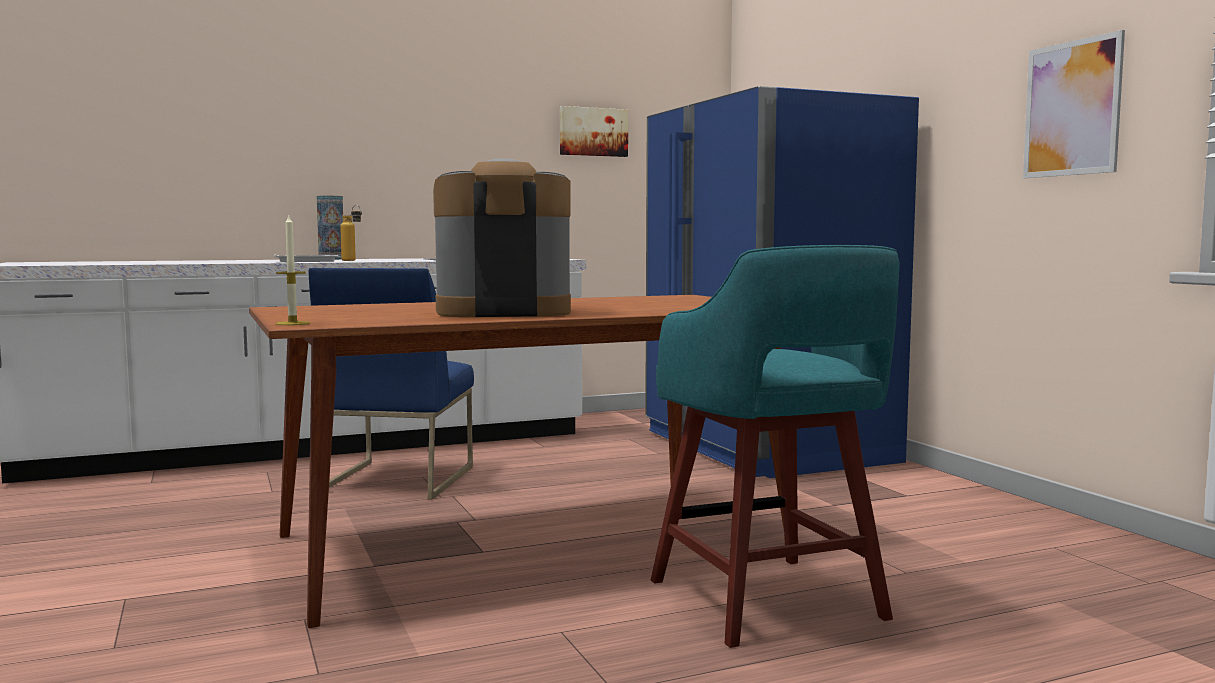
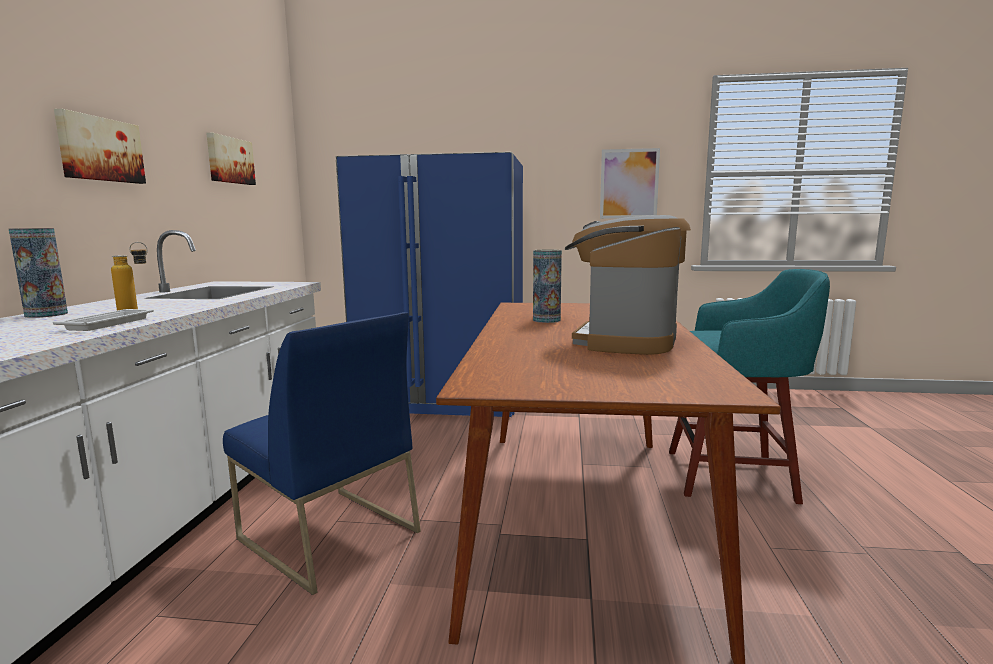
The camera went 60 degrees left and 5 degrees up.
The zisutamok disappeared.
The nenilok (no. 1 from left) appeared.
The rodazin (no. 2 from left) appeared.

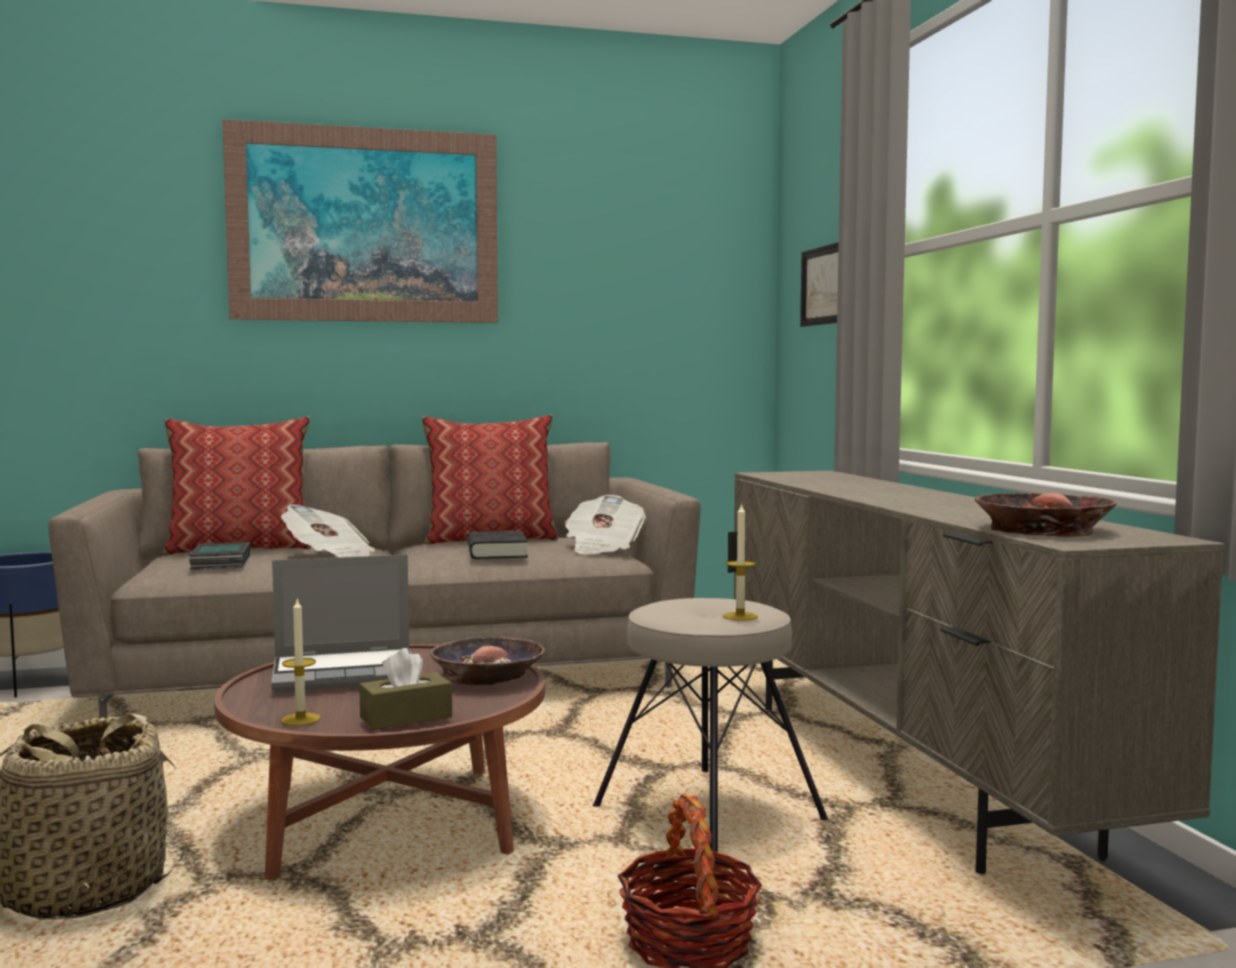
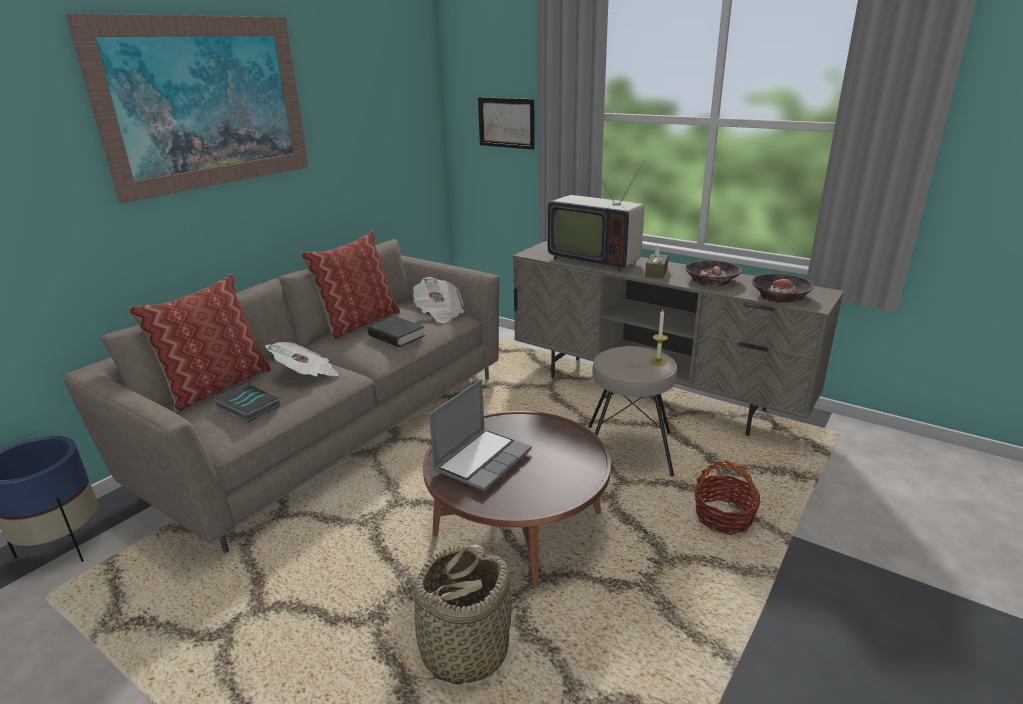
The camera went 40 degrees left and 20 degrees up.
The zisutamok (no. 1 from left) disappeared.
The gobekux appeared.
The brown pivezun moved.
The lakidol (no. 1 from left) moved.

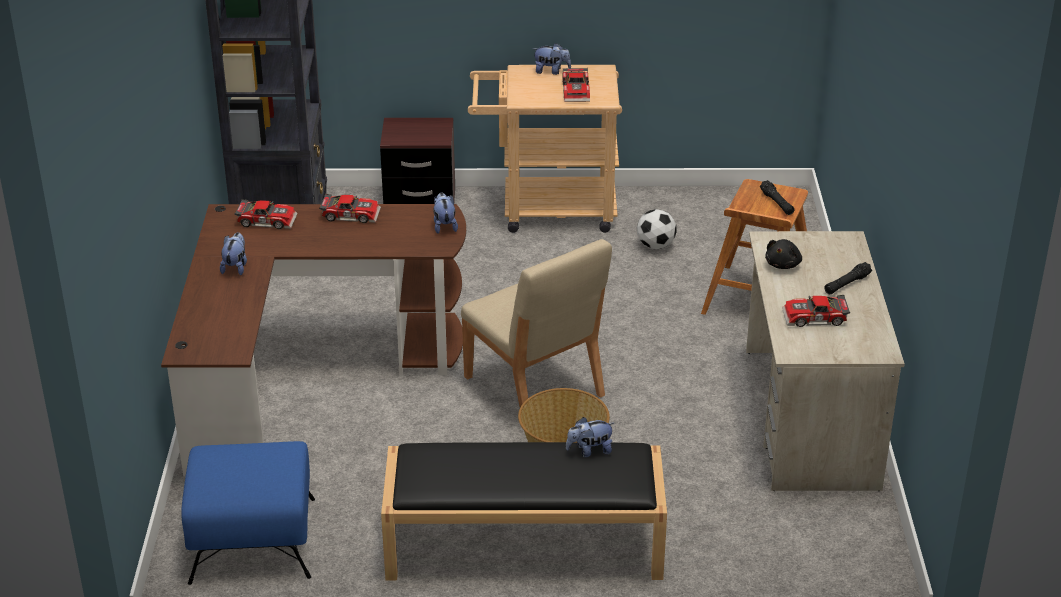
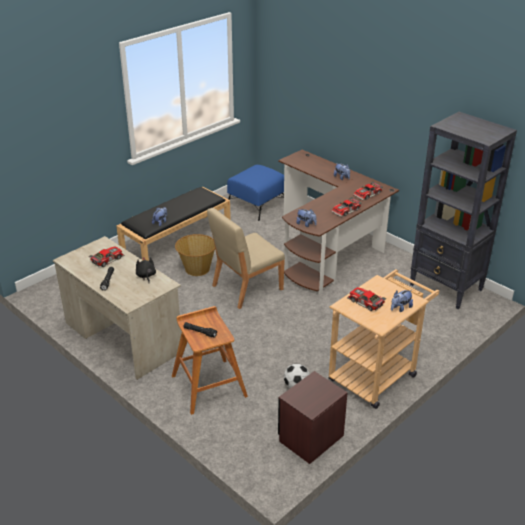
The camera went 135 degrees right and 0 degrees up.
The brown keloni moved.
The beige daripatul turned 45 degrees counterclockwise.

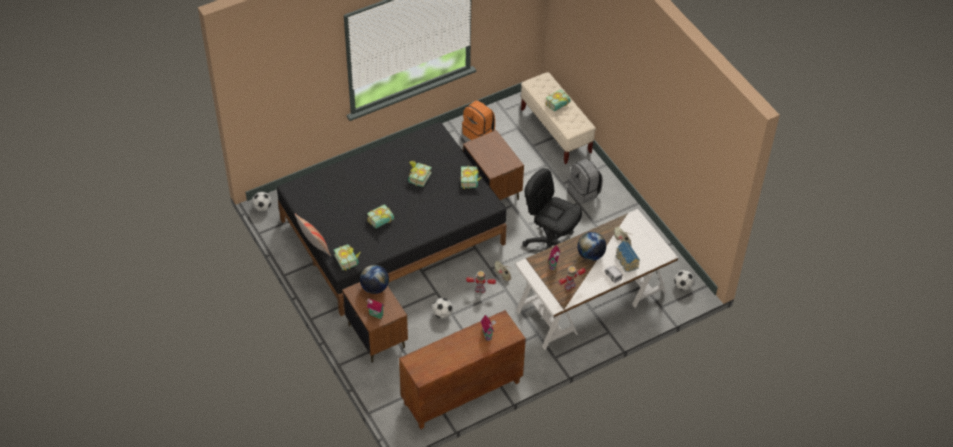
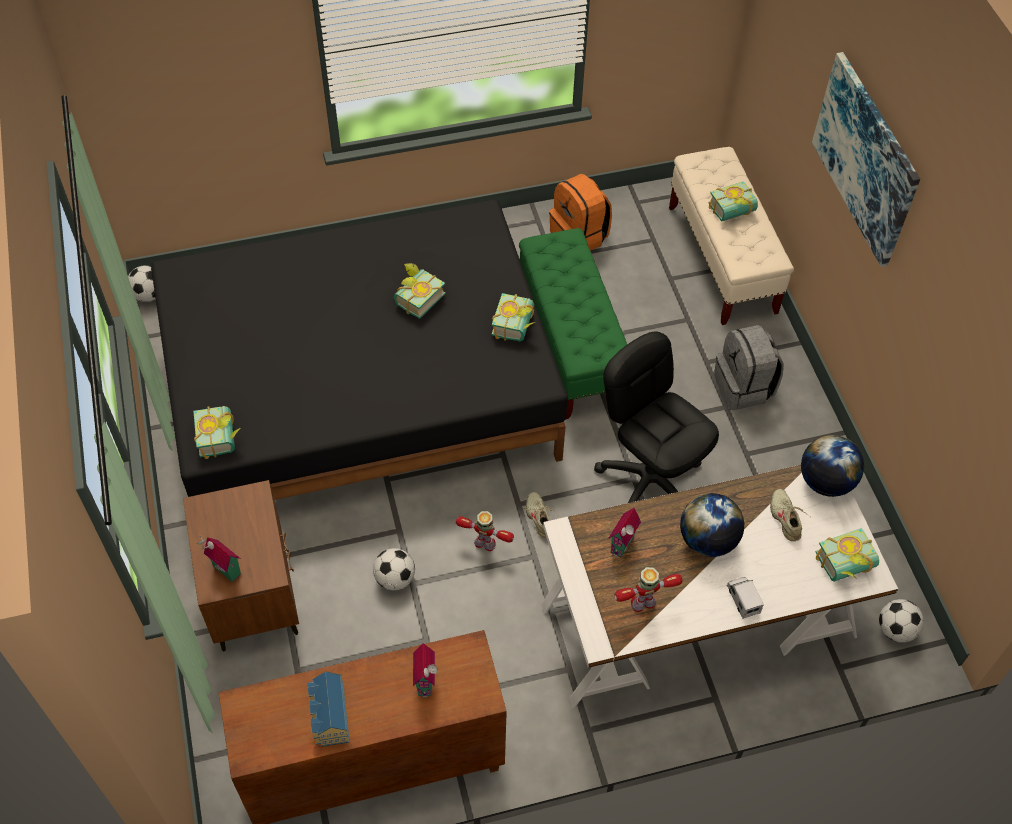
The camera went 15 degrees right and 5 degrees up.
The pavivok disappeared.
The nenilok appeared.
The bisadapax (no. 1 from left in the first image) moved.
The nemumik (no. 2 from left in the first image) moved.
The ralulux (no. 4 from left in the first image) moved.
The brown keloni (no. 2 from left) was replaced by the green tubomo.

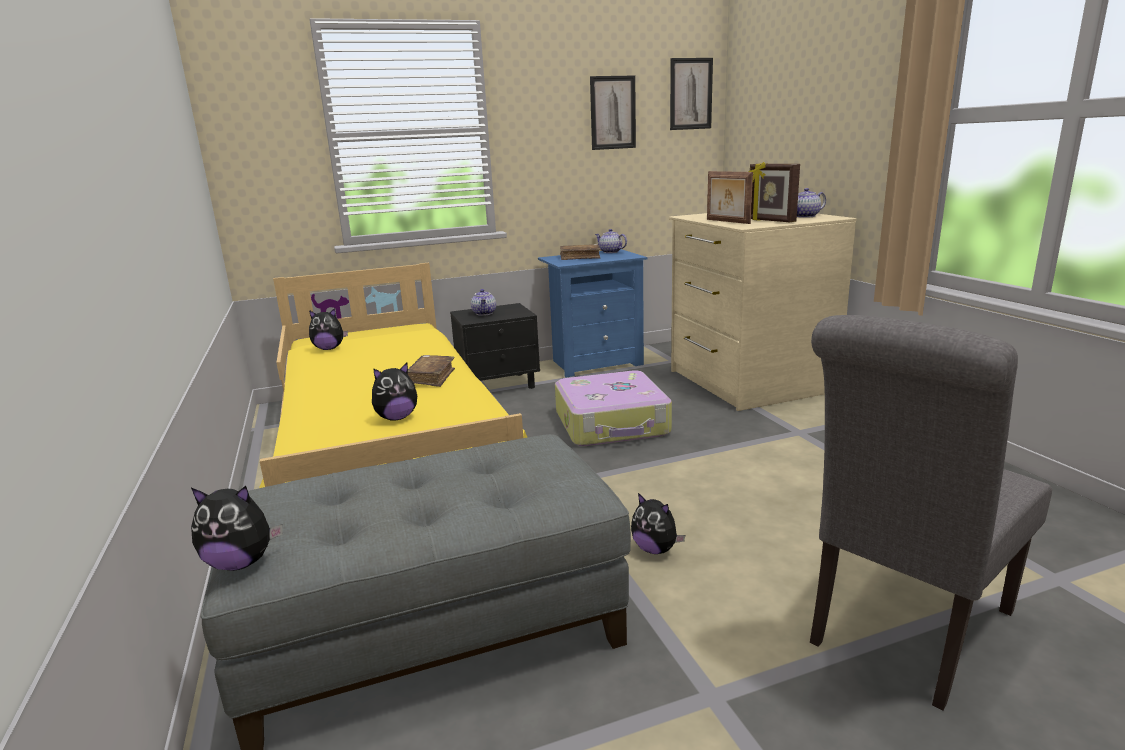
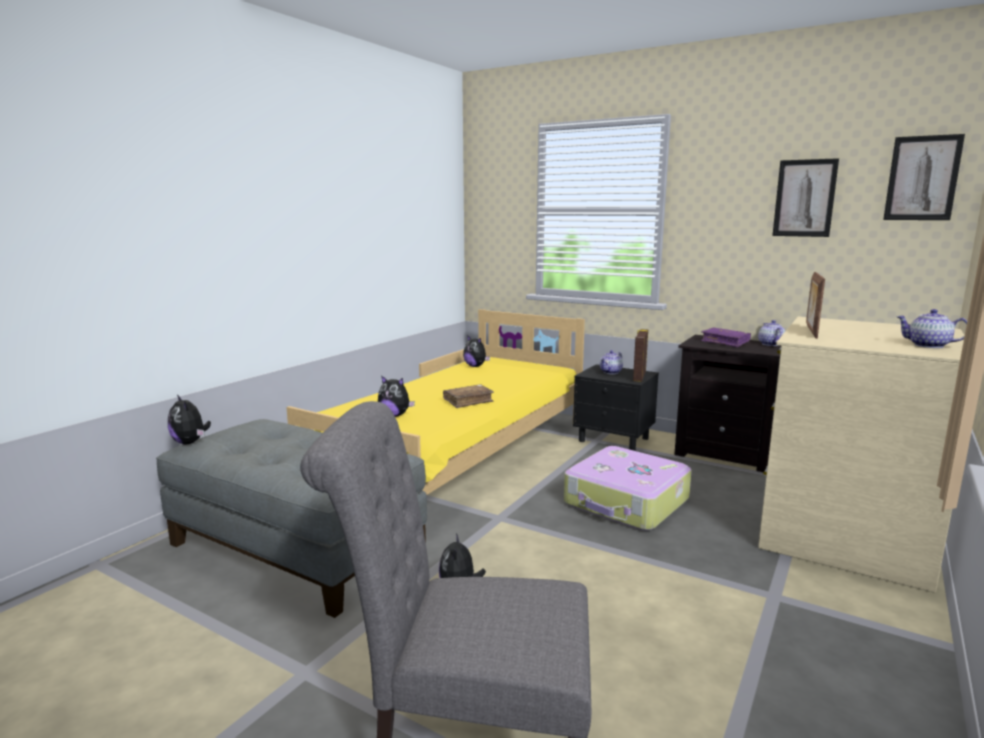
The camera went 50 degrees right and 5 degrees down.
The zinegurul (no. 2 from left in the first image) moved.
The blue keloni became the black keloni (no. 2 from left).
The brown nemumik (no. 2 from left) became the purple nemumik.

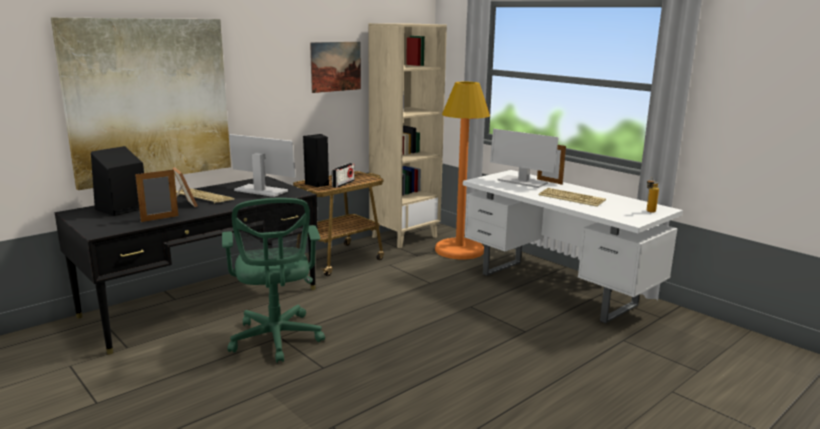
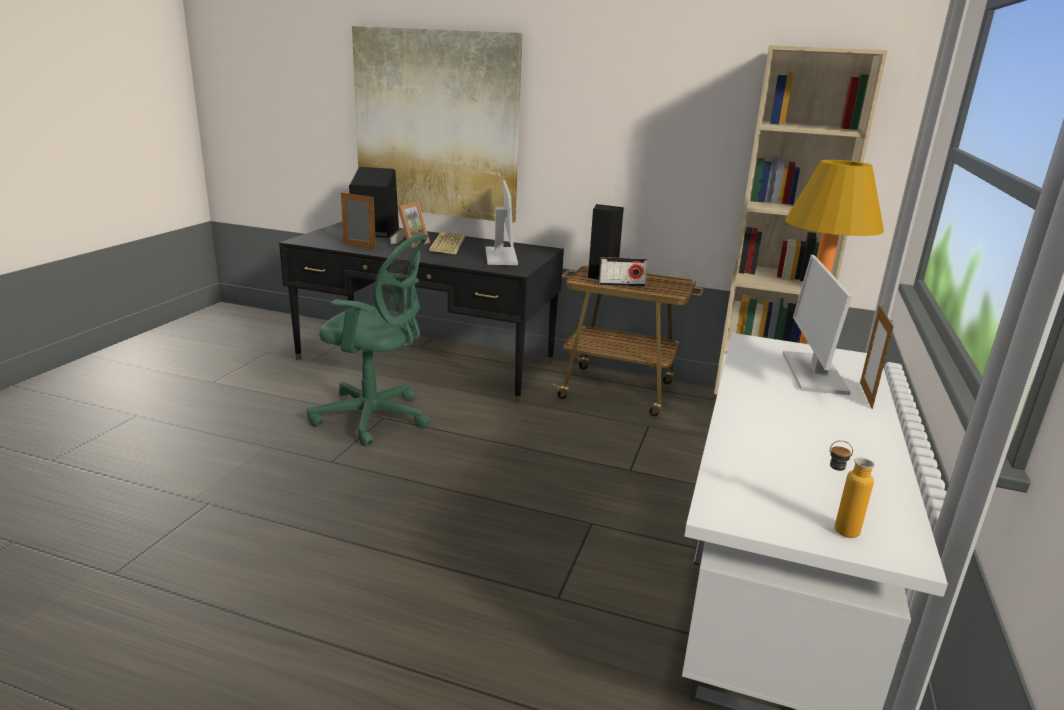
The camera went 60 degrees right and 5 degrees up.
The nenilok (no. 2 from left) disappeared.
The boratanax (no. 2 from left) disappeared.
The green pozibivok turned 120 degrees counterclockwise.

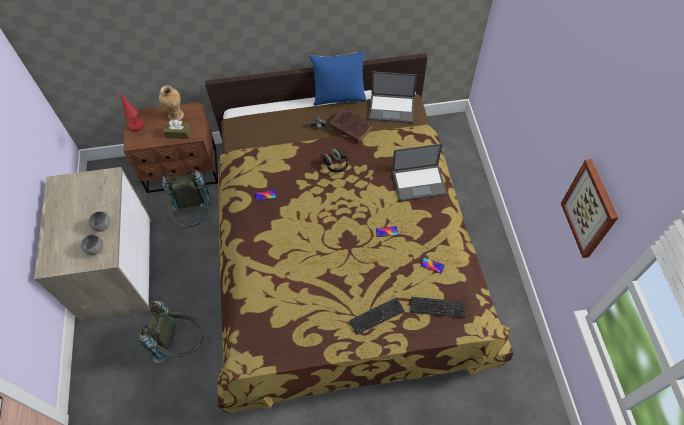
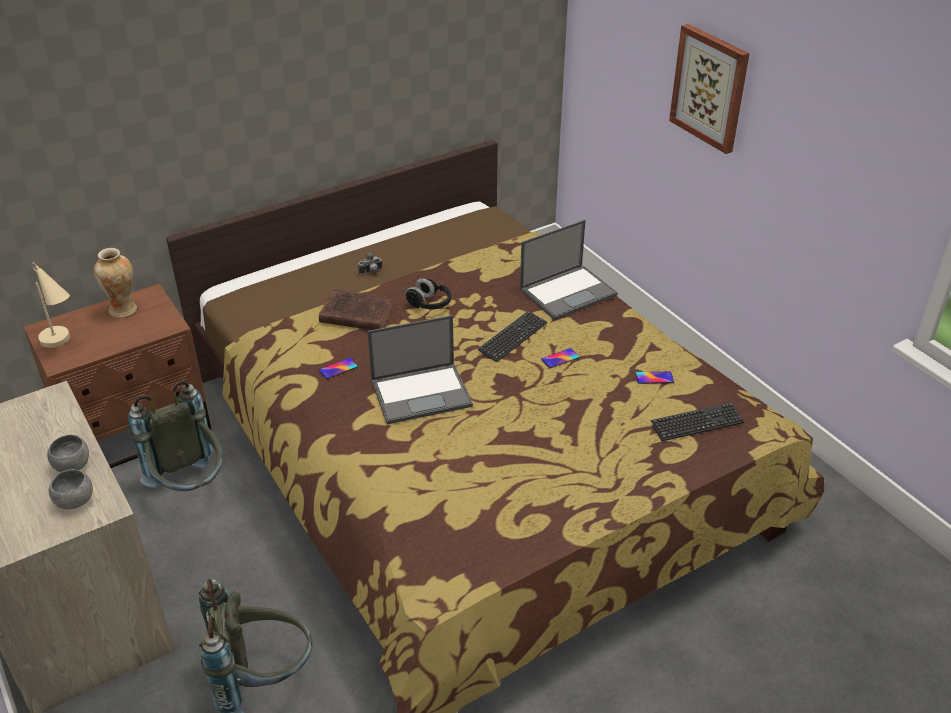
The camera went 25 degrees left and 20 degrees down.
The brown pivezun disappeared.
The blue pavivok disappeared.
The brown nemumik moved.
The boratanax (no. 1 from left) moved.
The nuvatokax (no. 1 from left) moved.
The nenilok moved.
The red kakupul became the beige kakupul.

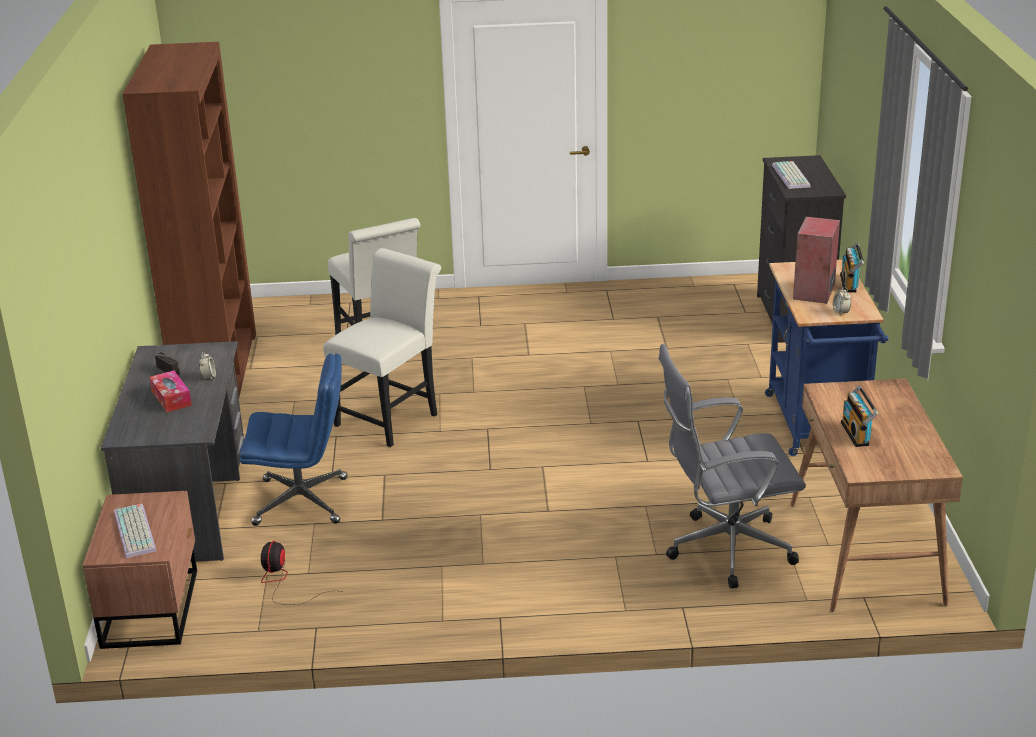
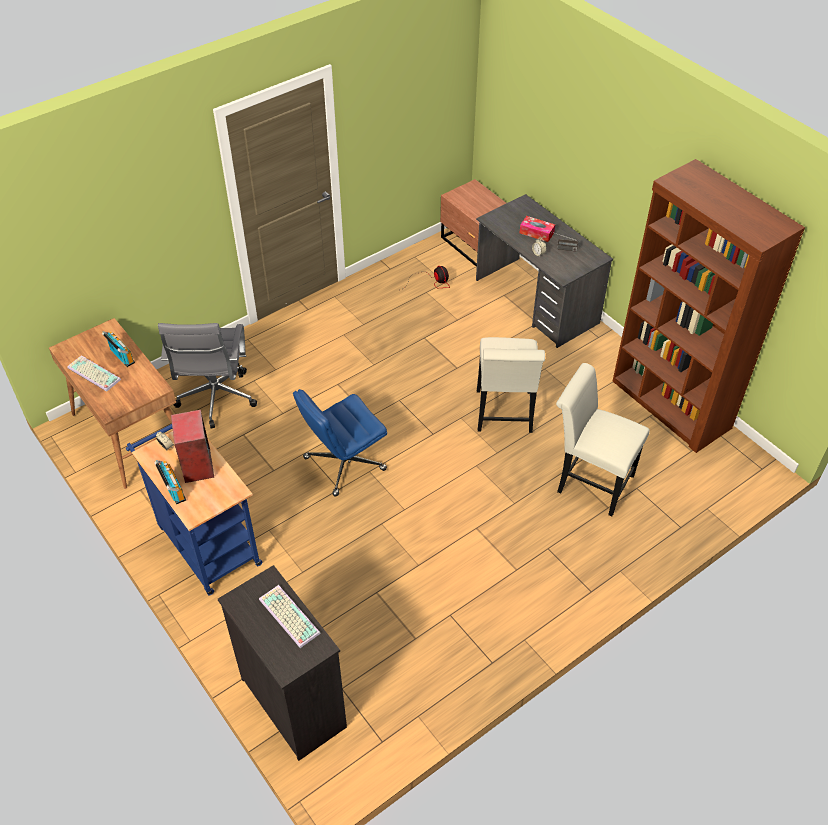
The camera went 145 degrees right and 20 degrees up.
The boratanax (no. 1 from left) moved.
The blue pozibivok moved.
The grey pozibivok turned 135 degrees clockwise.

